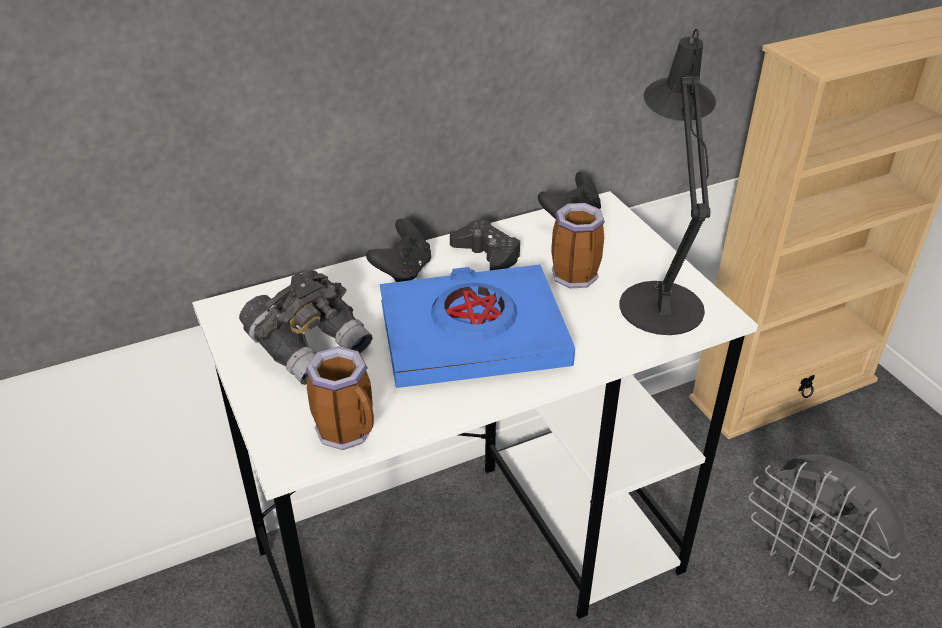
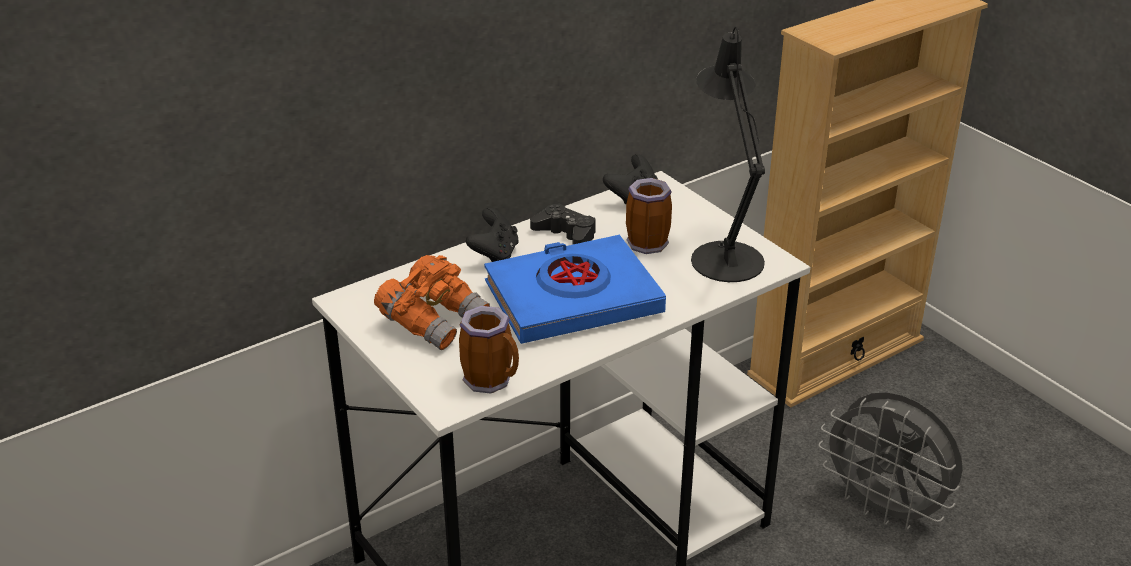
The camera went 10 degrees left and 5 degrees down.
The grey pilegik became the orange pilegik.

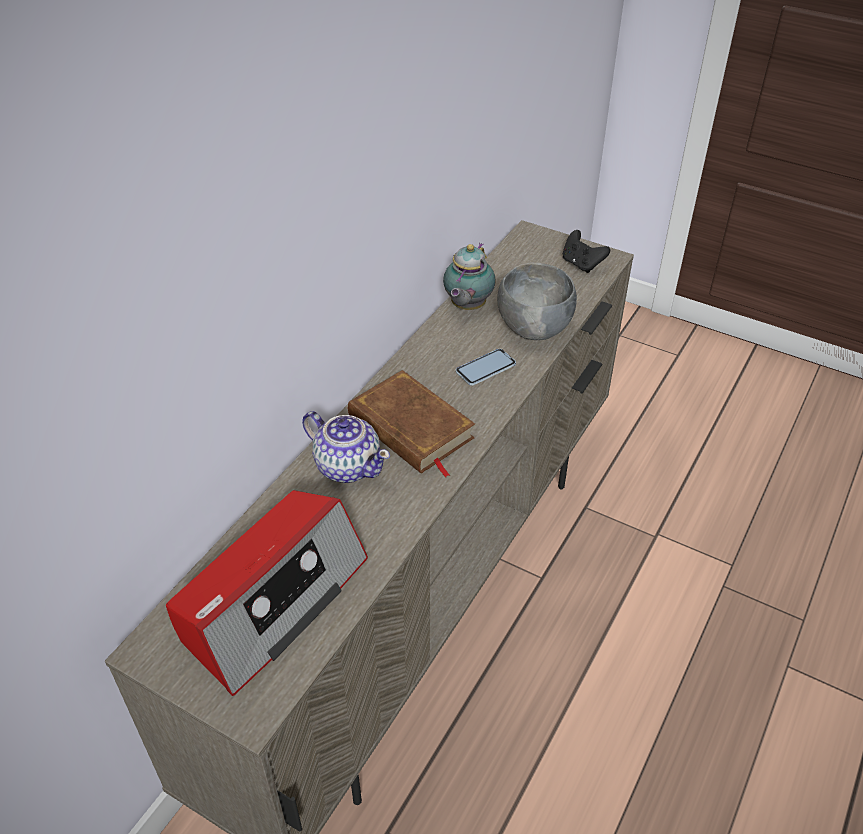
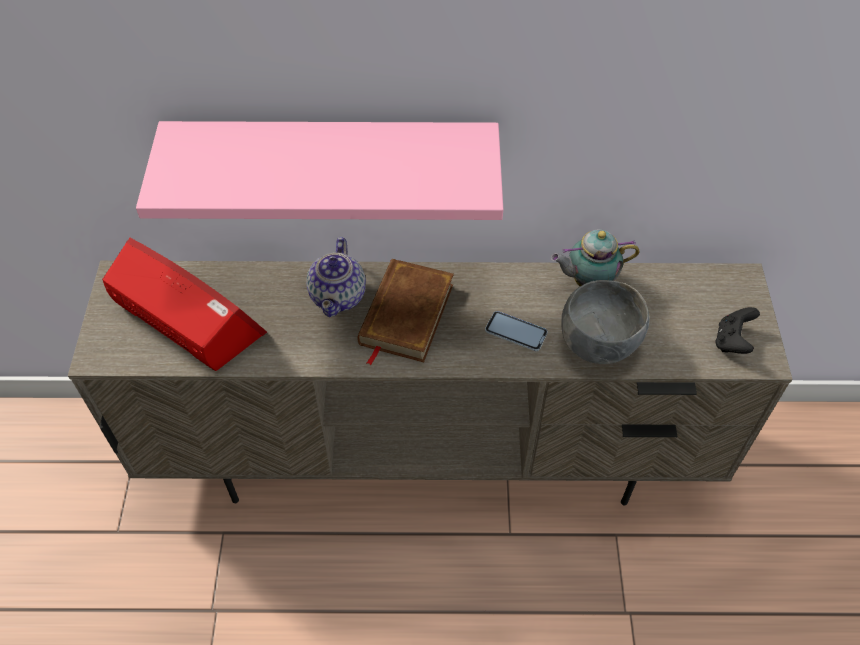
The camera went 60 degrees right and 10 degrees up.
The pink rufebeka appeared.
The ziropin turned 150 degrees counterclockwise.

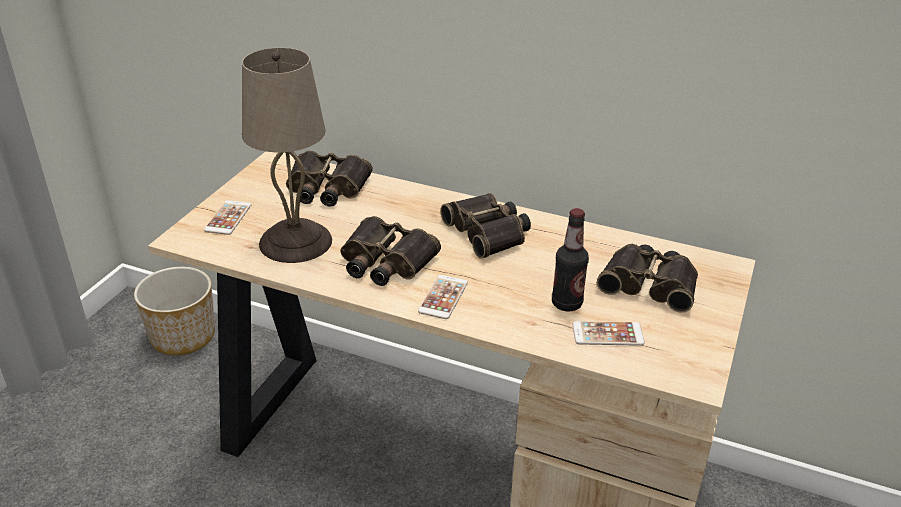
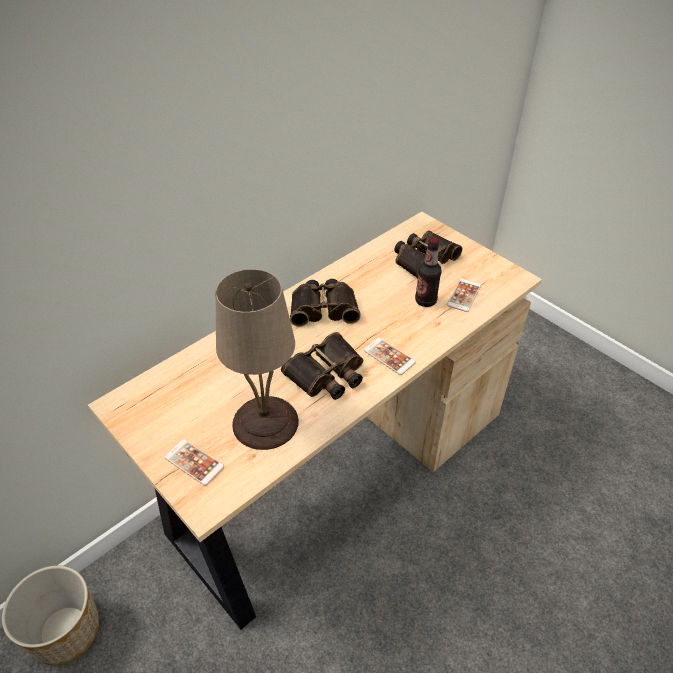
The camera went 65 degrees left and 10 degrees up.
The pilegik (no. 1 from left) disappeared.

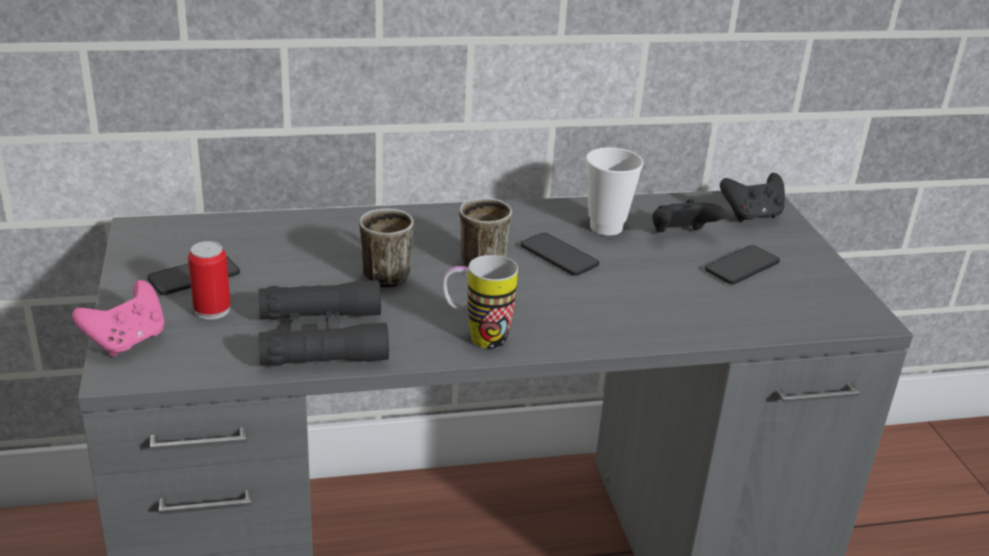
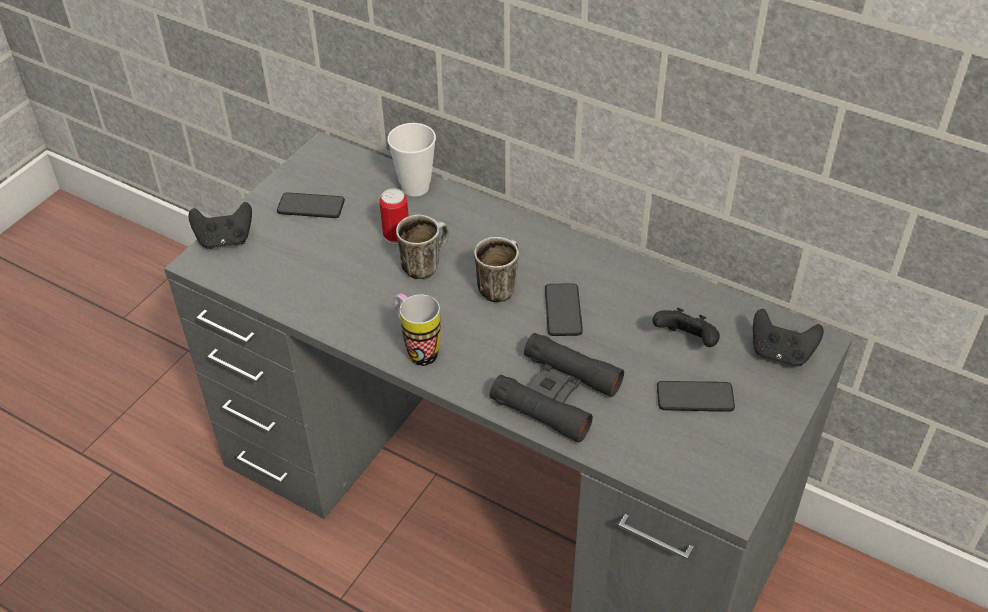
The camera went 45 degrees right and 15 degrees up.
The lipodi moved.
The black pilegik moved.
The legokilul moved.
The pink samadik became the black samadik (no. 1 from left).

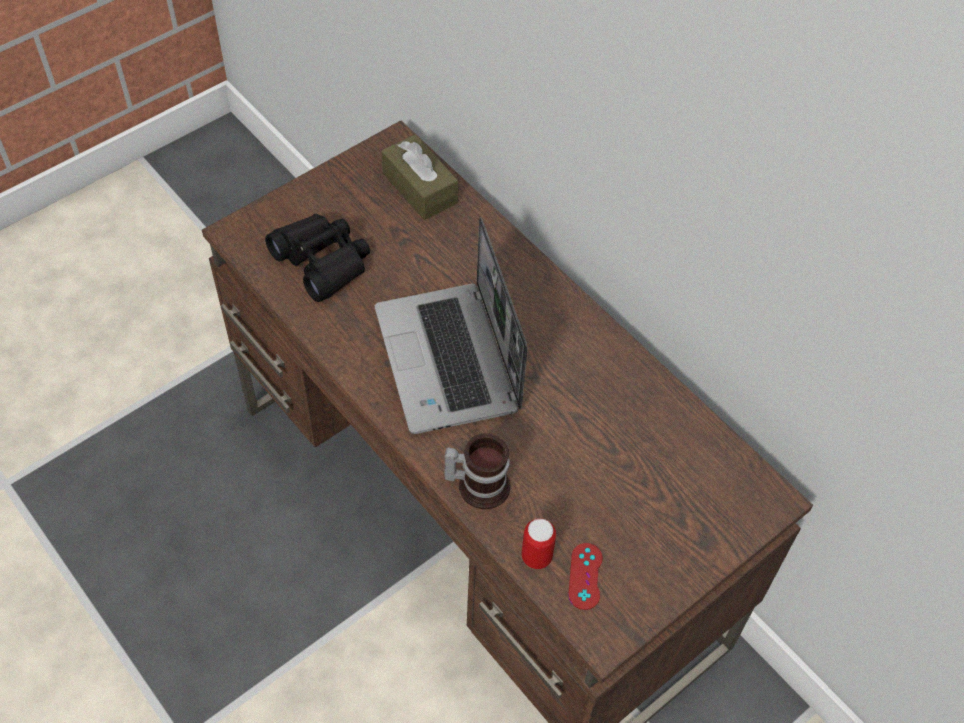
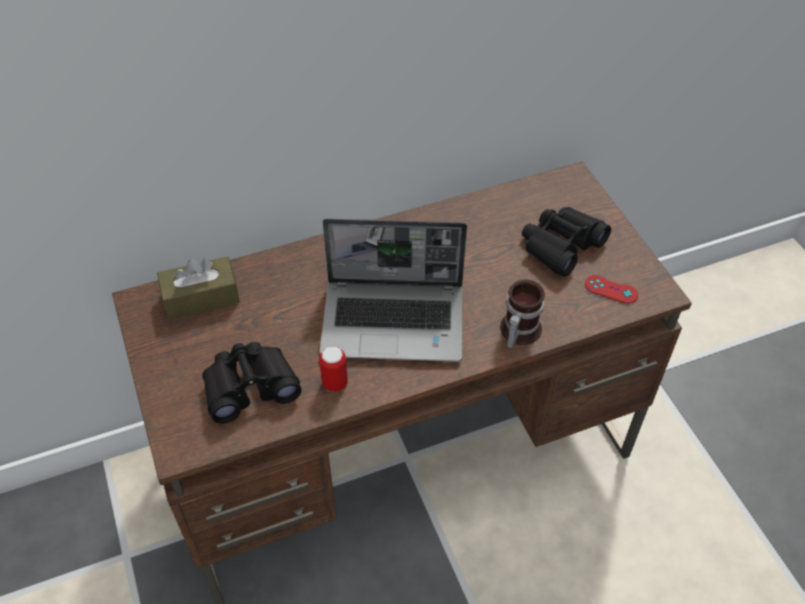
The camera went 70 degrees left and 5 degrees down.
The black pilegik (no. 2 from left) appeared.
The lipodi moved.

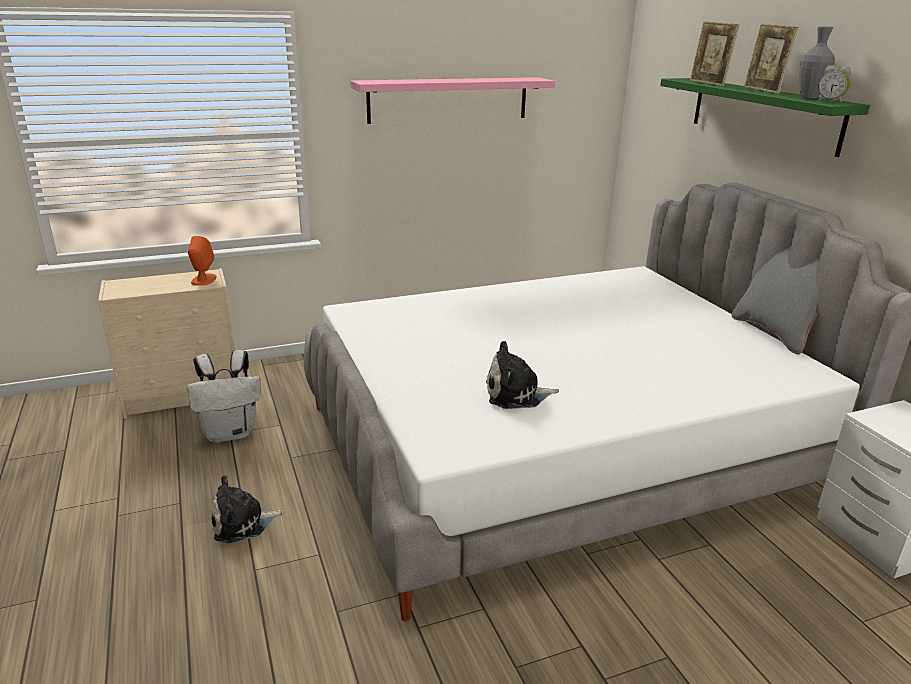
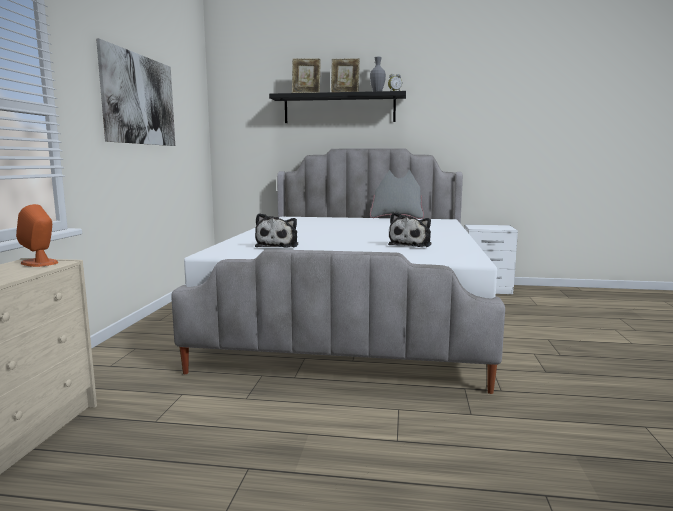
The camera went 60 degrees left and 15 degrees down.
The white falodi disappeared.
The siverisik (no. 1 from left) moved.
The pink rufebeka was replaced by the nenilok.
The green rufebeka became the black rufebeka.

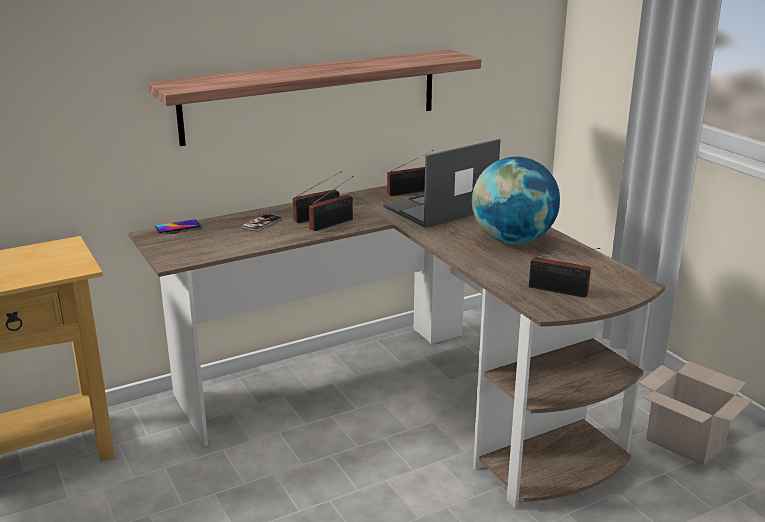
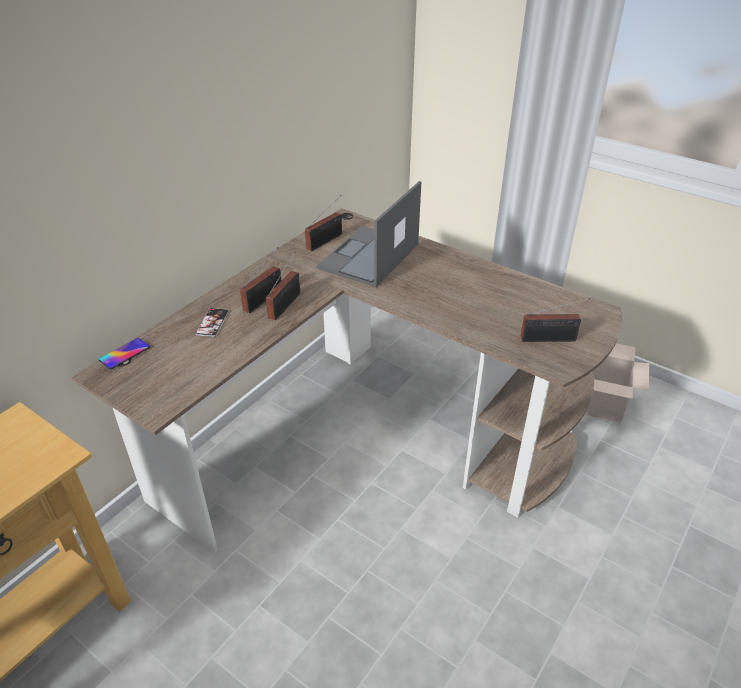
The camera went 25 degrees left and 15 degrees up.
The rufebeka disappeared.
The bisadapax disappeared.

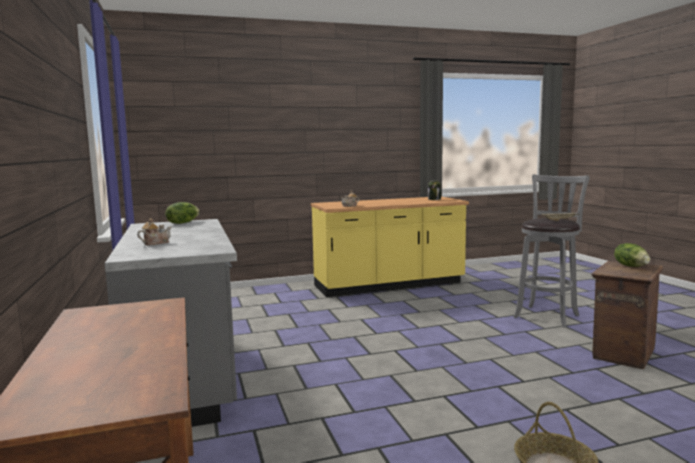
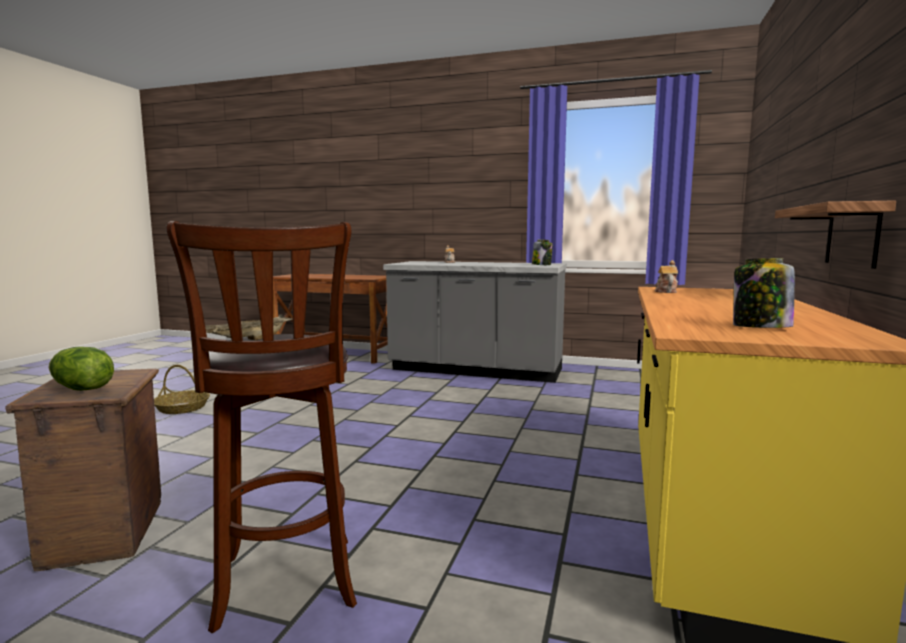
The camera went 125 degrees right and 0 degrees up.
The rufebeka appeared.
The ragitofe (no. 1 from left) was replaced by the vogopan (no. 1 from left).
The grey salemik became the brown salemik.

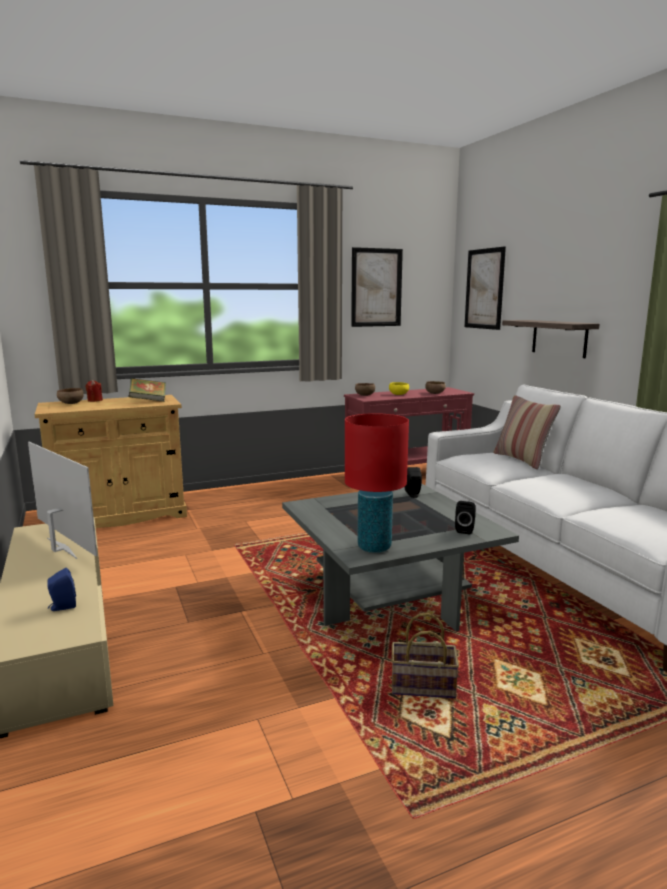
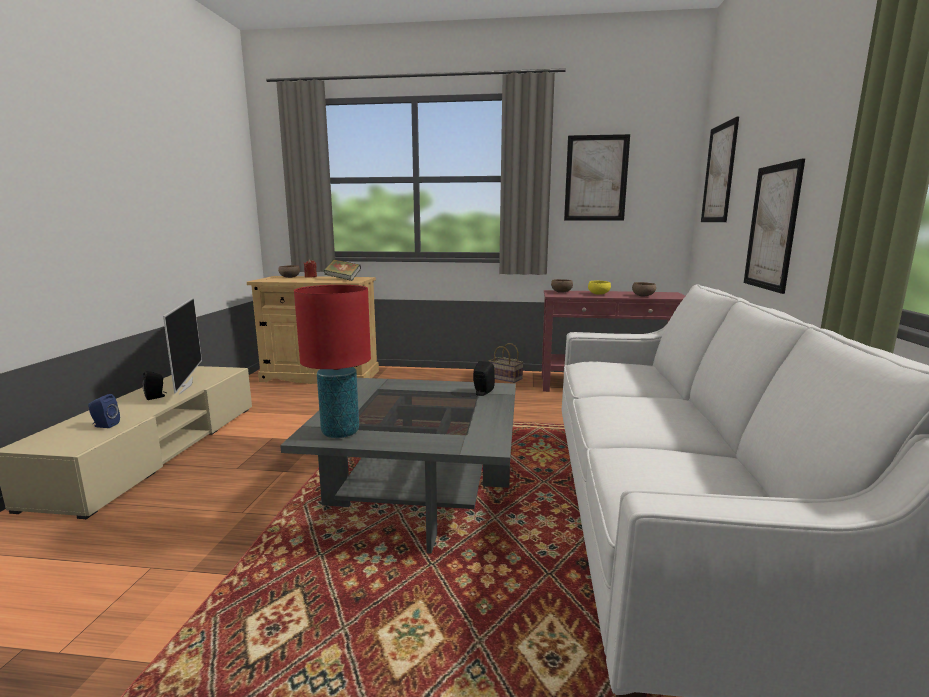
The camera went 30 degrees right and 0 degrees up.
The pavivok disappeared.
The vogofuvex moved.
The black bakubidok (no. 2 from left in the first image) moved.
The rufebeka was replaced by the nenilok (no. 3 from left).

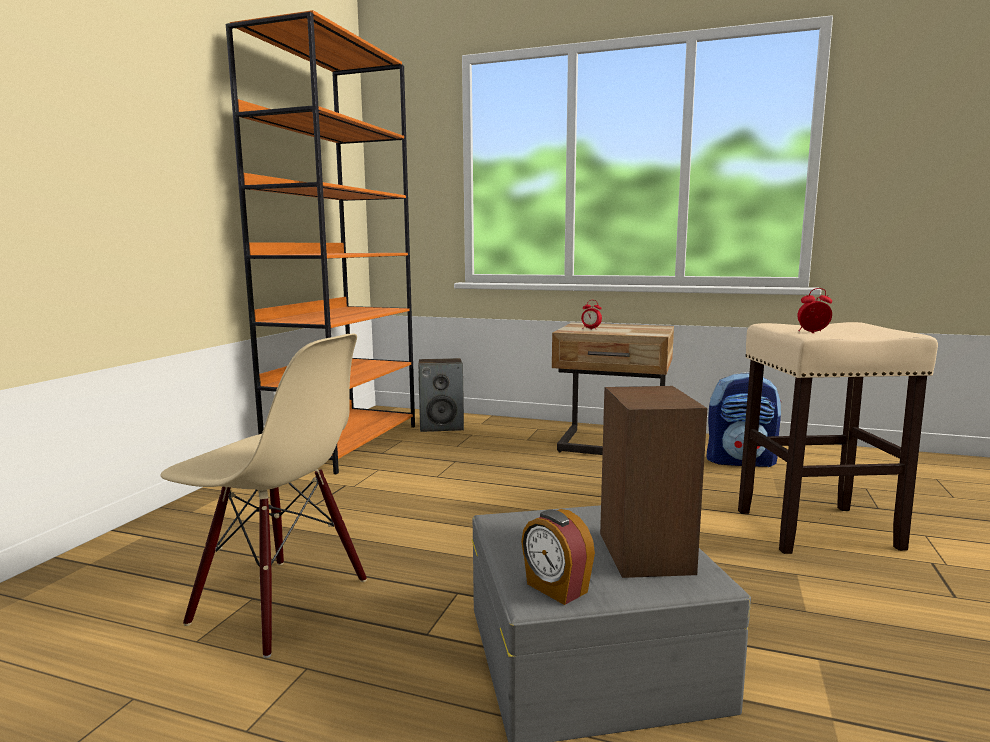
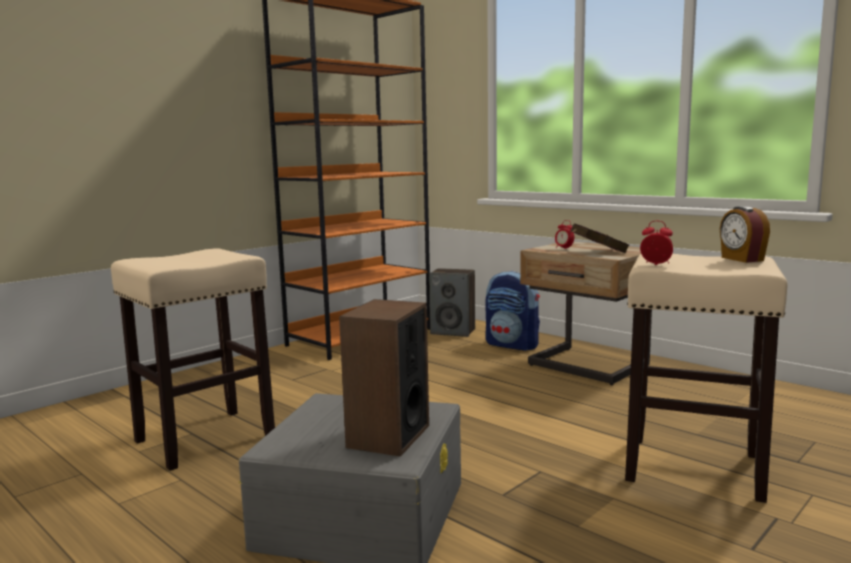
The camera went 25 degrees right and 0 degrees up.
The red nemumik appeared.
The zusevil (no. 1 from left in the first image) moved.
The falodi moved.
The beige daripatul was replaced by the beige salemik (no. 1 from left).

